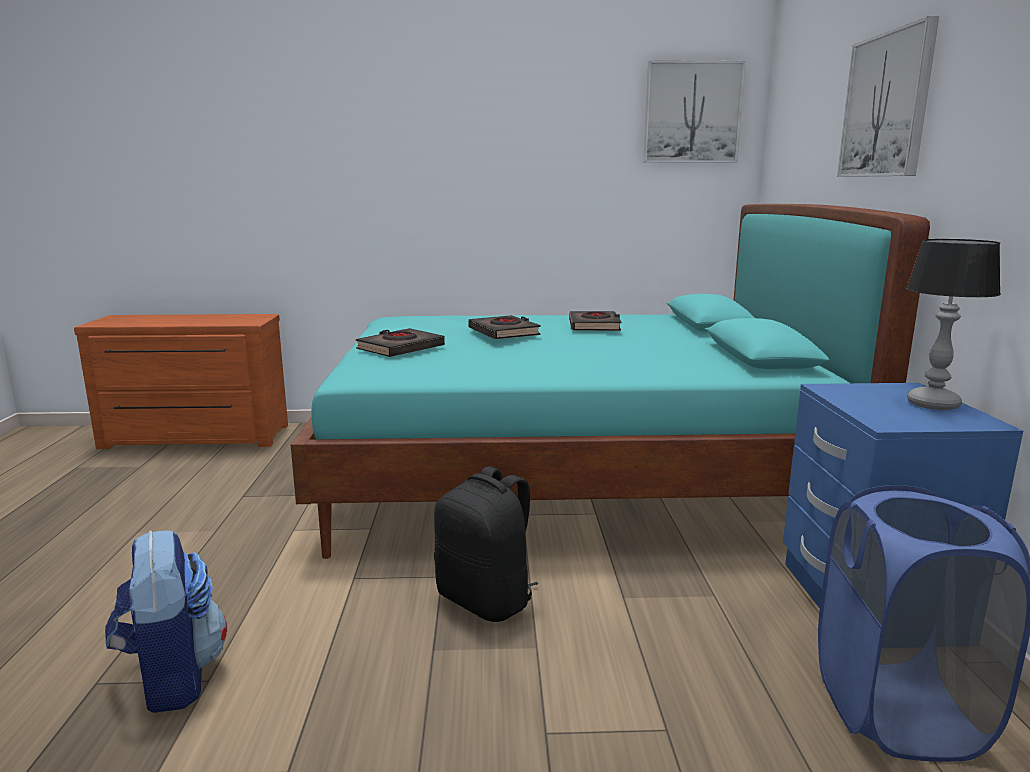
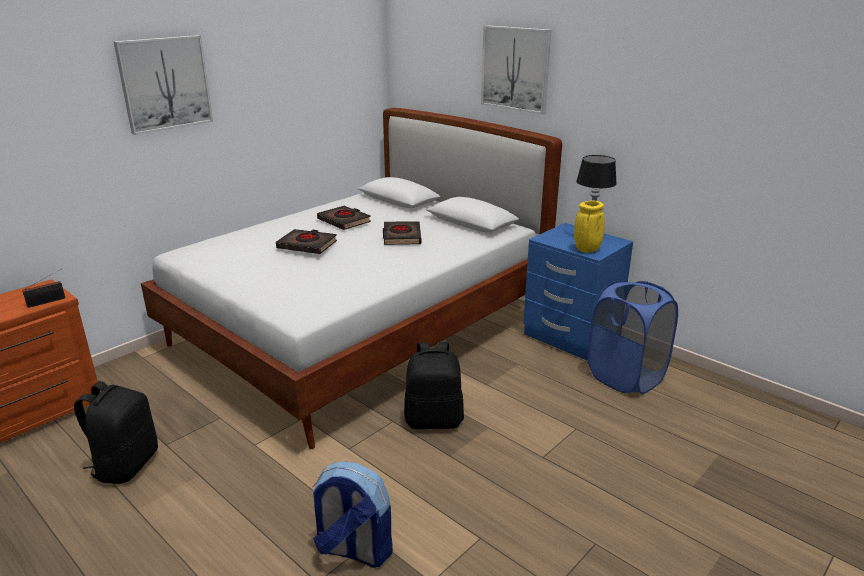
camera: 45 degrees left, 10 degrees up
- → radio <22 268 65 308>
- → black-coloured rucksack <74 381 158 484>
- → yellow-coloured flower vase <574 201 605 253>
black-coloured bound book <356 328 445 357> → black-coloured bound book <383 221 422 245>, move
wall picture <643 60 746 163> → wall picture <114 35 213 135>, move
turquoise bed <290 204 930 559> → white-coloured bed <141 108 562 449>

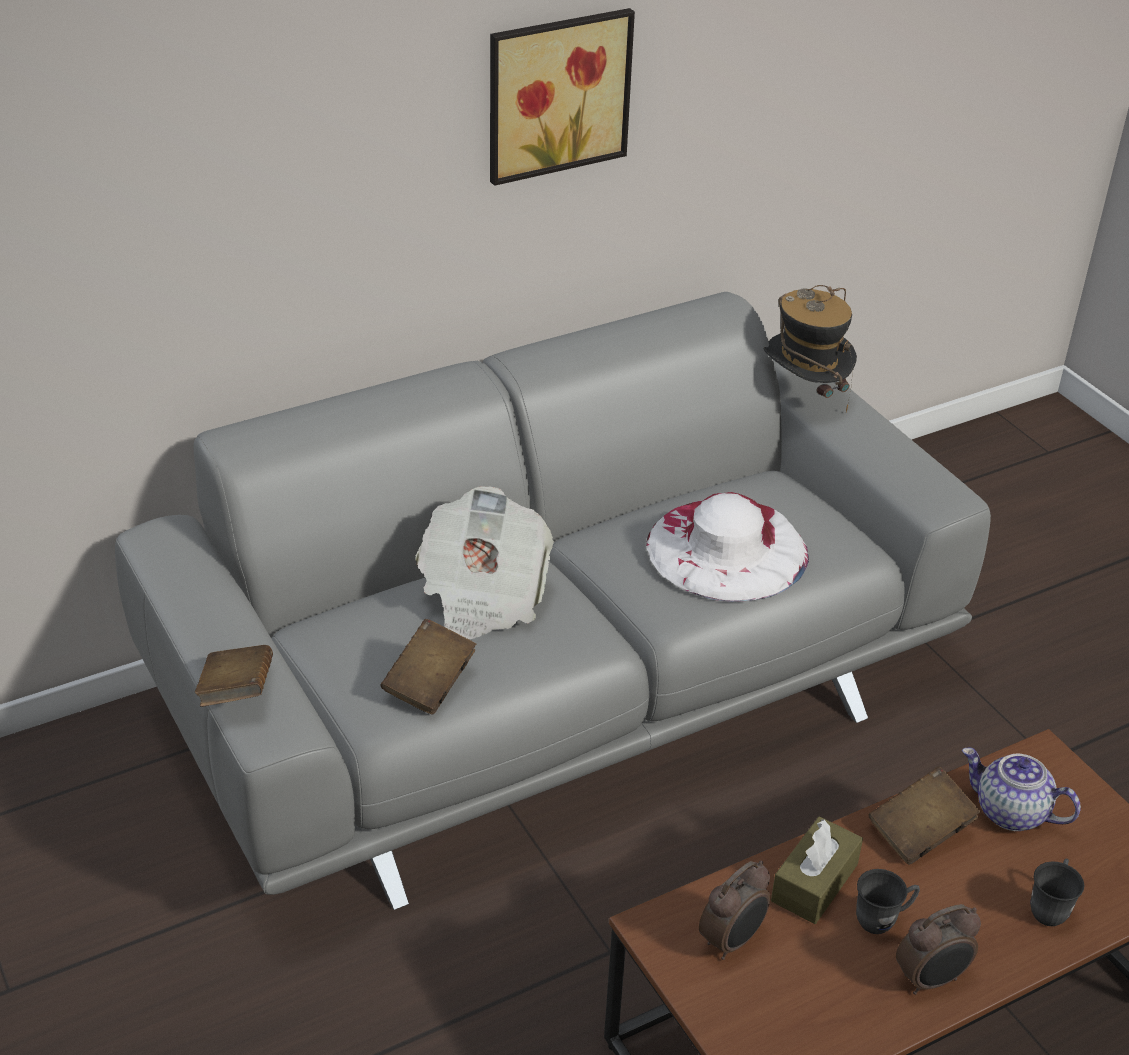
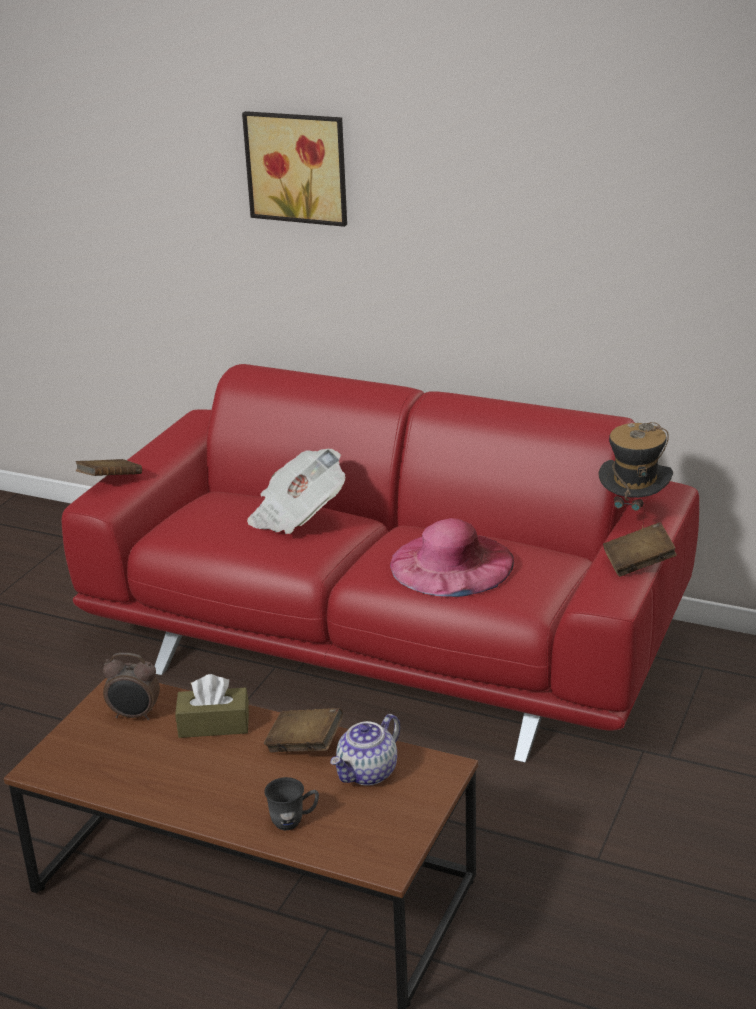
camera: 55 degrees right, 10 degrees down
grey coffee mug <856 869 920 934> → -
table clock <896 904 981 995> → -
brown-coloured bound book <381 619 476 714> → brown-coloured bound book <603 522 677 577>, move
wall picture <490 8 635 186> → wall picture <242 111 347 227>, move
grey couch <115 292 991 910> → red couch <62 364 699 763>
white-coloured hat <646 492 809 602> → pinkish hat <390 518 514 597>
teapot <962 747 1081 831> → teapot <330 714 400 786>, 135 degrees counterclockwise

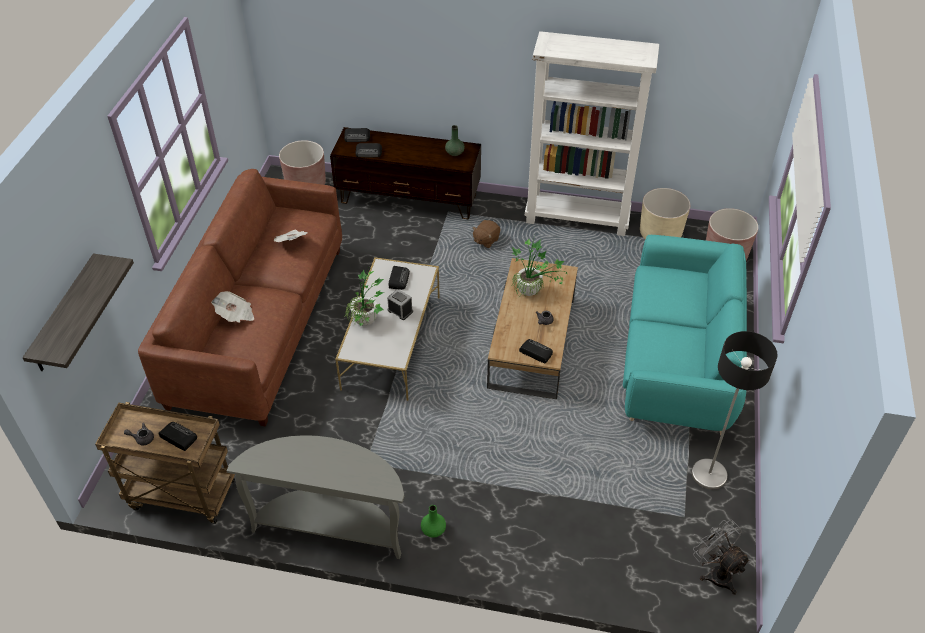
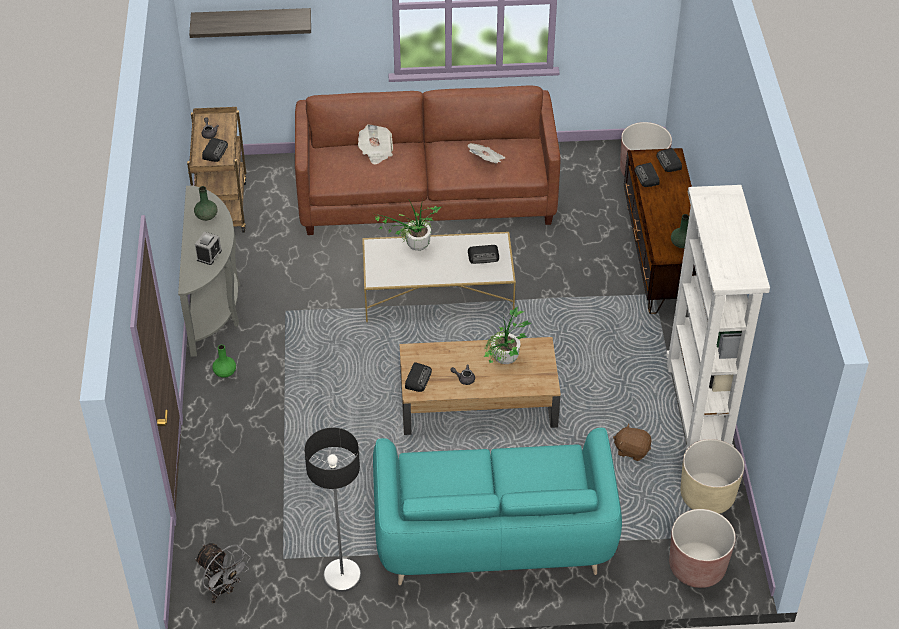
camera: 75 degrees right, 0 degrees up
- → green-coloured flower vase <194 186 218 221>
table clock <387 289 413 320> → table clock <195 232 222 265>, move
brown-coloured plush toy <472 220 500 248> → brown-coloured plush toy <613 423 652 461>, move
grey cooling fan <693 520 750 595> → grey cooling fan <195 543 251 603>, 90 degrees clockwise

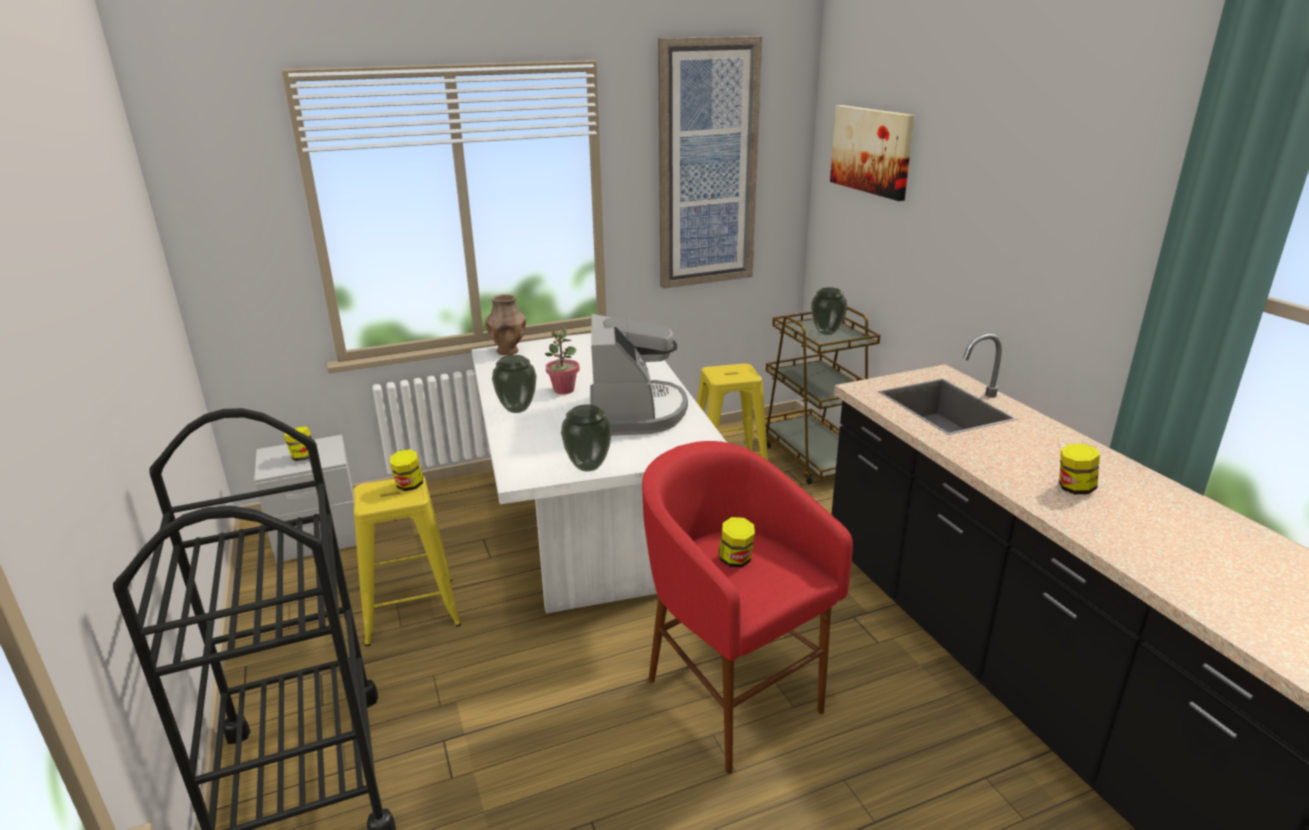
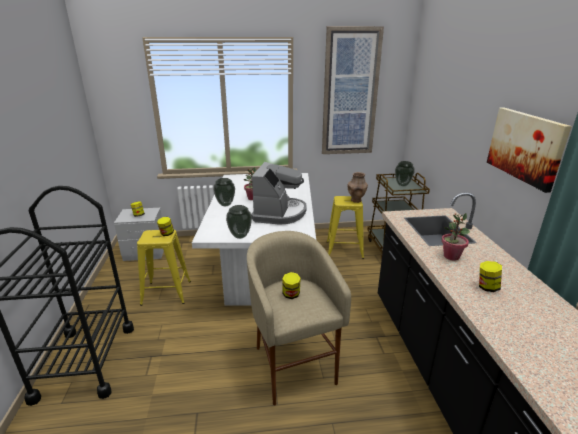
camera: 15 degrees right, 0 degrees up
- → plant in a pot <441 213 470 261>
brown-coloured flower vase <485 294 526 355> → brown-coloured flower vase <347 172 368 203>, move
wall picture <830 105 915 201> → wall picture <487 107 572 193>, move
red stool <642 441 853 774> → beige stool <247 231 351 406>

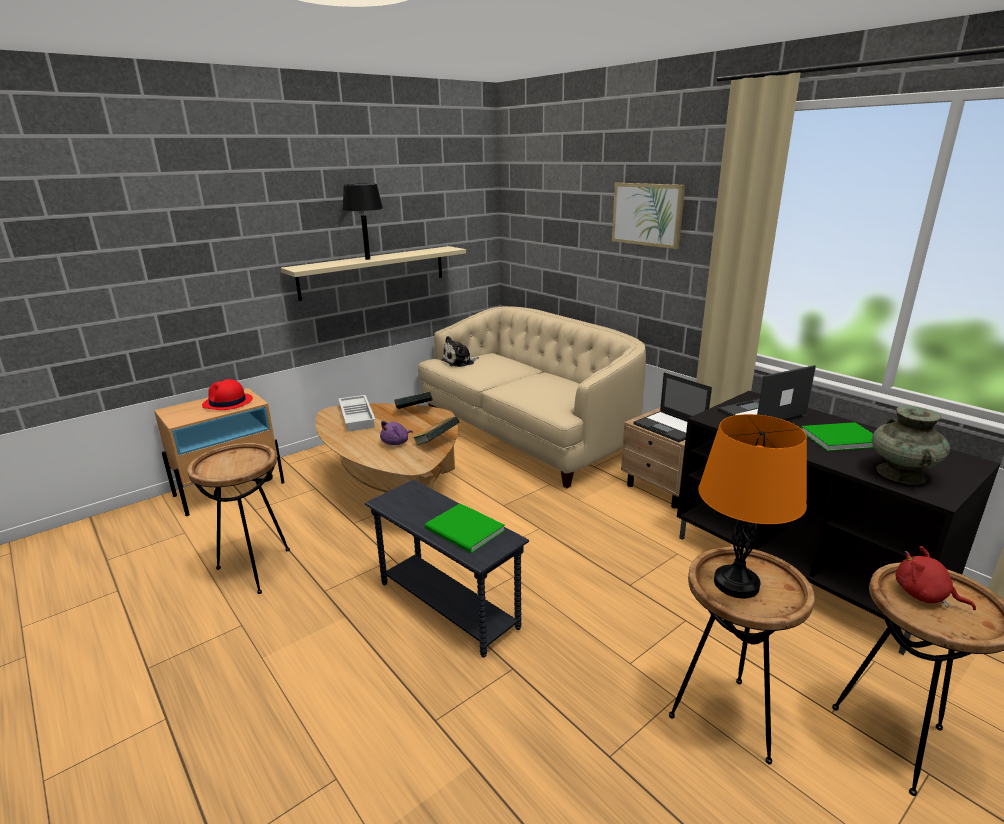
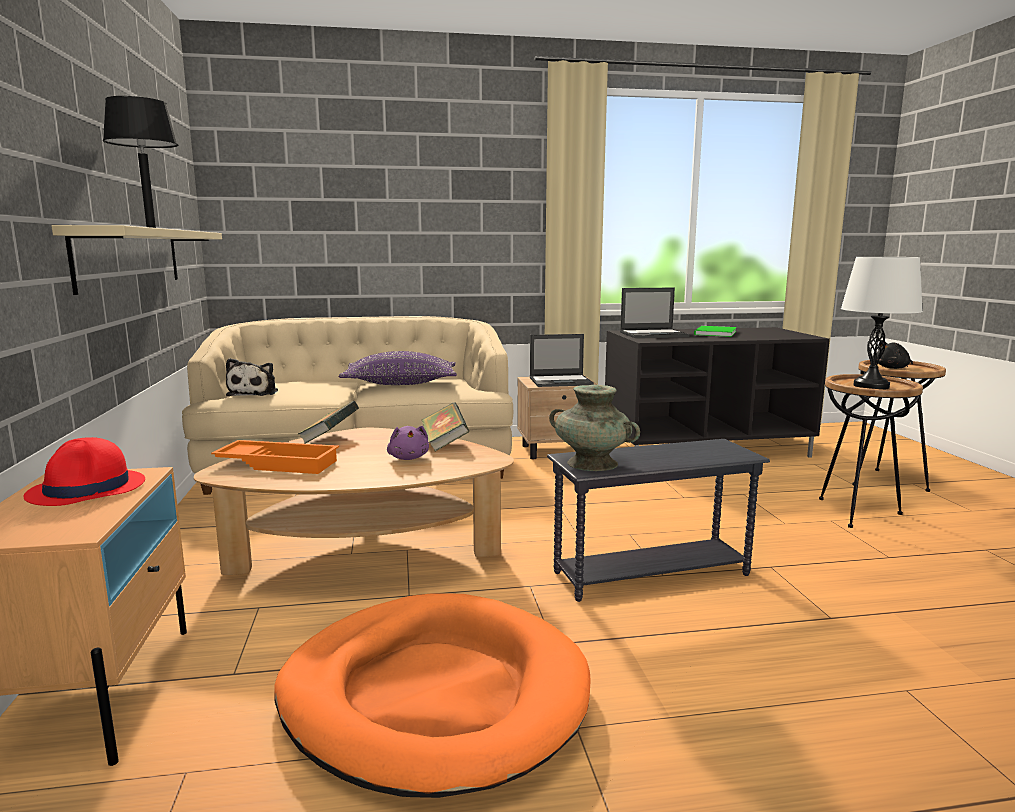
camera: 60 degrees left, 10 degrees down
green-coloured bound book <425 503 505 553> → -
wall picture <612 183 685 249> → -
- → purple-coloured throw pillow <339 351 457 385>
turquoise flower vase <872 406 950 485> → turquoise flower vase <549 385 640 471>, move
brown-coloured side table <187 443 290 594> → orange-coloured dog bed <274 593 591 798>
white-coloured serving tray <338 395 376 432> → orange-coloured serving tray <211 440 339 474>
orange-coloured lamp for a table <698 414 807 598> → white-coloured lamp for a table <841 257 923 389>
red plush toy <895 546 976 610> → black-coloured plush toy <877 340 913 369>
portable computer <718 365 816 422> → portable computer <620 287 690 338>, 105 degrees counterclockwise

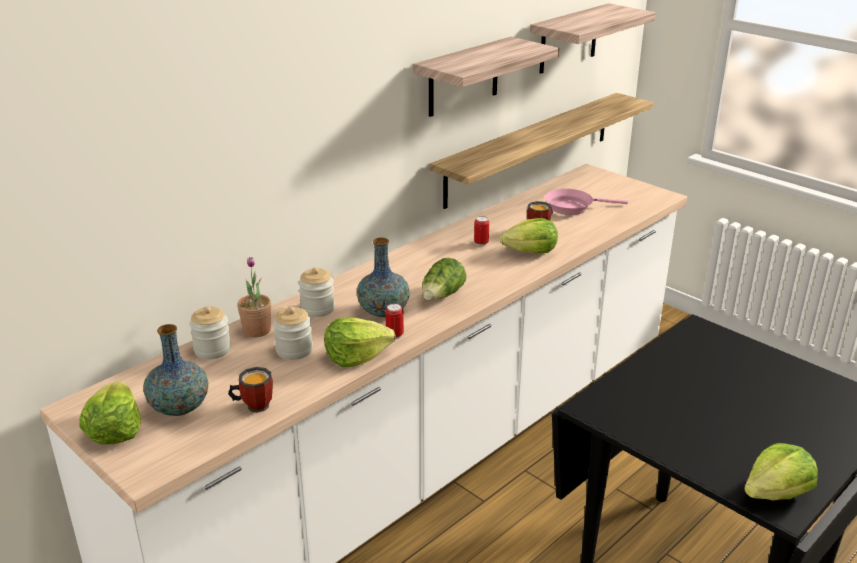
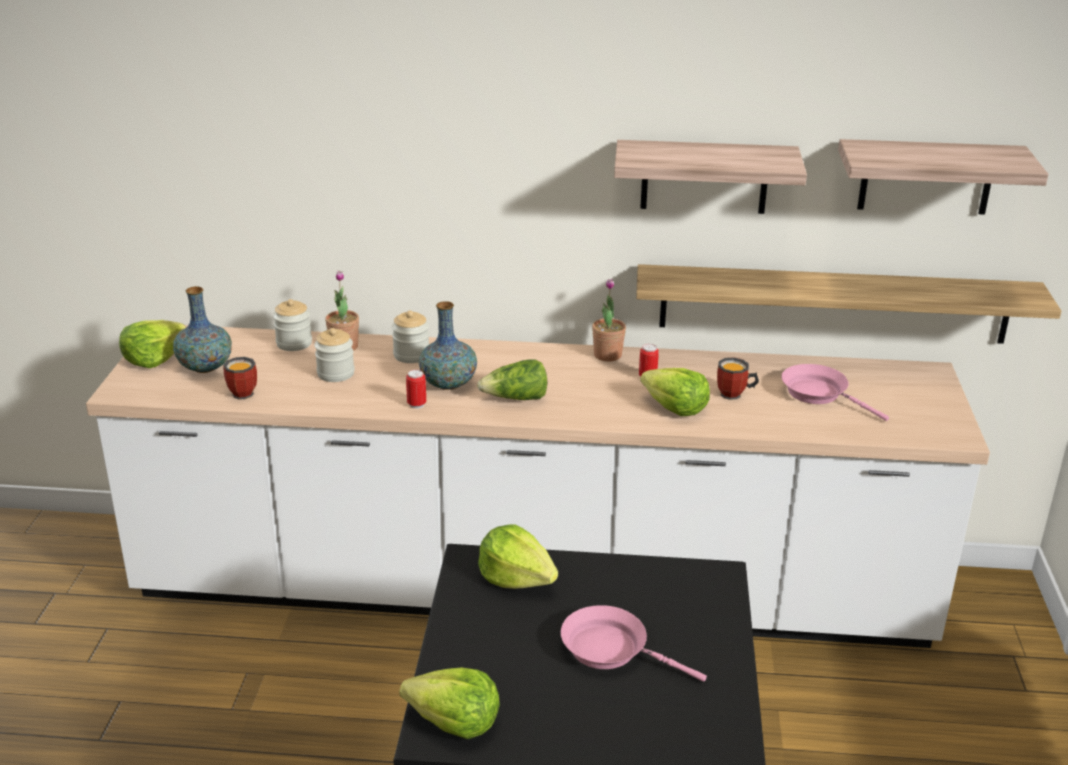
camera: 50 degrees right, 0 degrees up
- → pinkish pan <561 605 707 681>
- → plant in a pot <592 279 626 362>
lettuce <324 318 395 367> → lettuce <478 525 558 589>, move

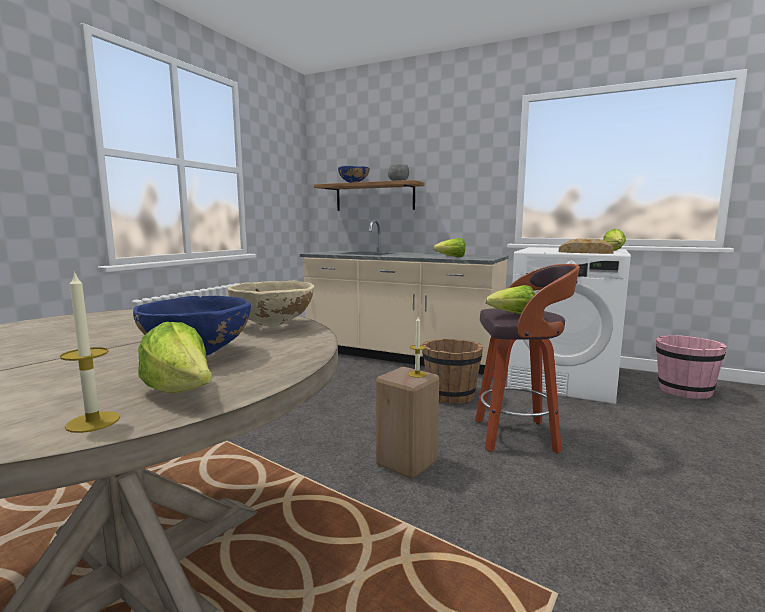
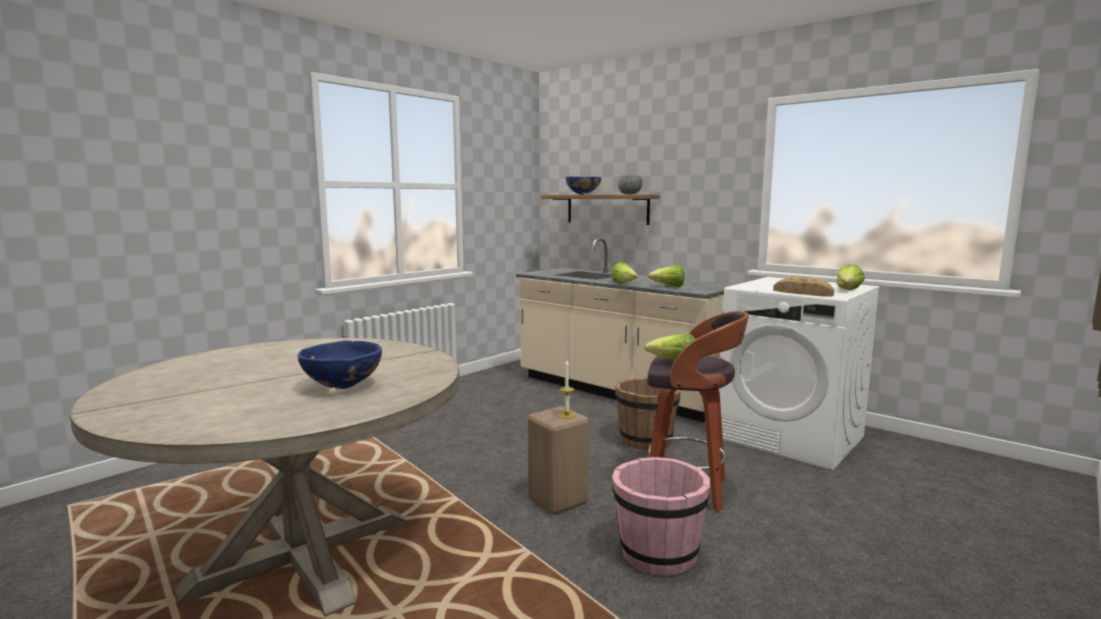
camera: 15 degrees right, 0 degrees up
wax candle <60 271 120 433> → -
beige serving bowl <227 281 314 327> → -
lettuce <138 322 212 393> → lettuce <611 262 638 283>, move
pinkish pail <656 335 727 399> → pinkish pail <612 457 710 576>, move

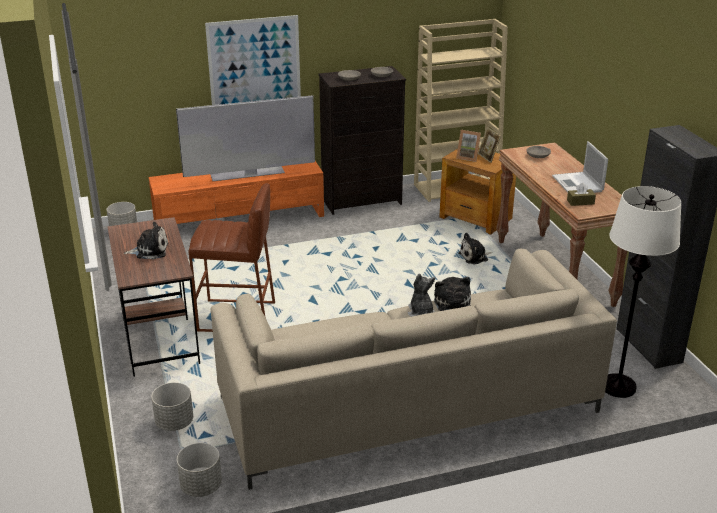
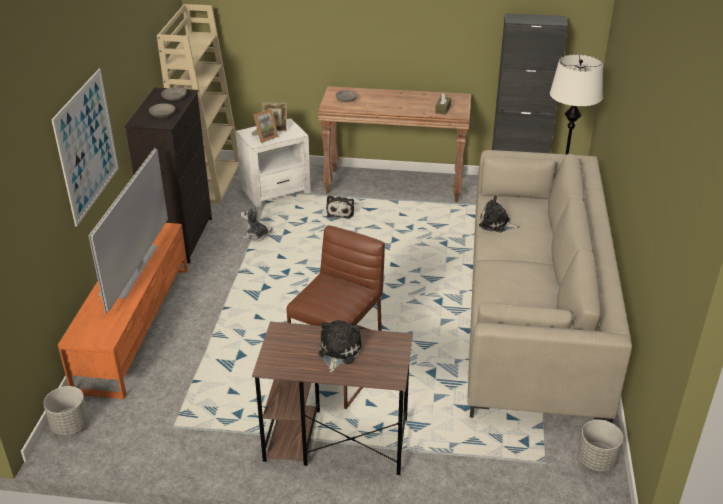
camera: 65 degrees left, 5 degrees up
grey plant pot <151 382 193 431> → -
portable computer <552 141 608 193> → -
plush toy <408 274 435 317> → plush toy <241 205 272 242>, move
brown-coloured side table <439 148 516 235> → white-coloured side table <236 118 311 207>

